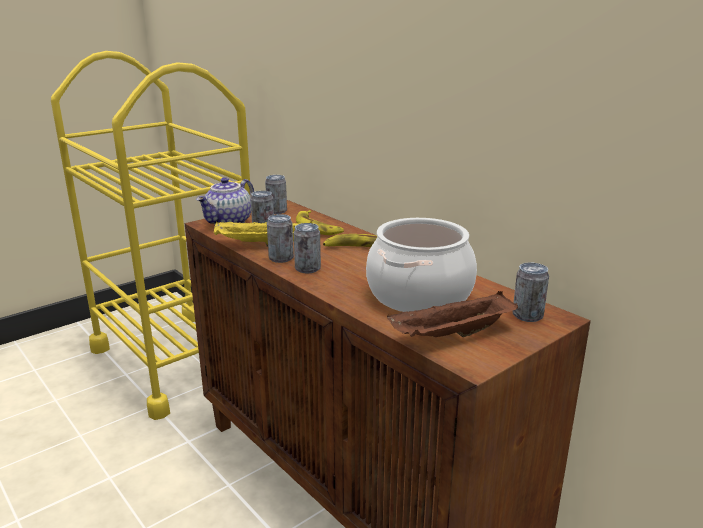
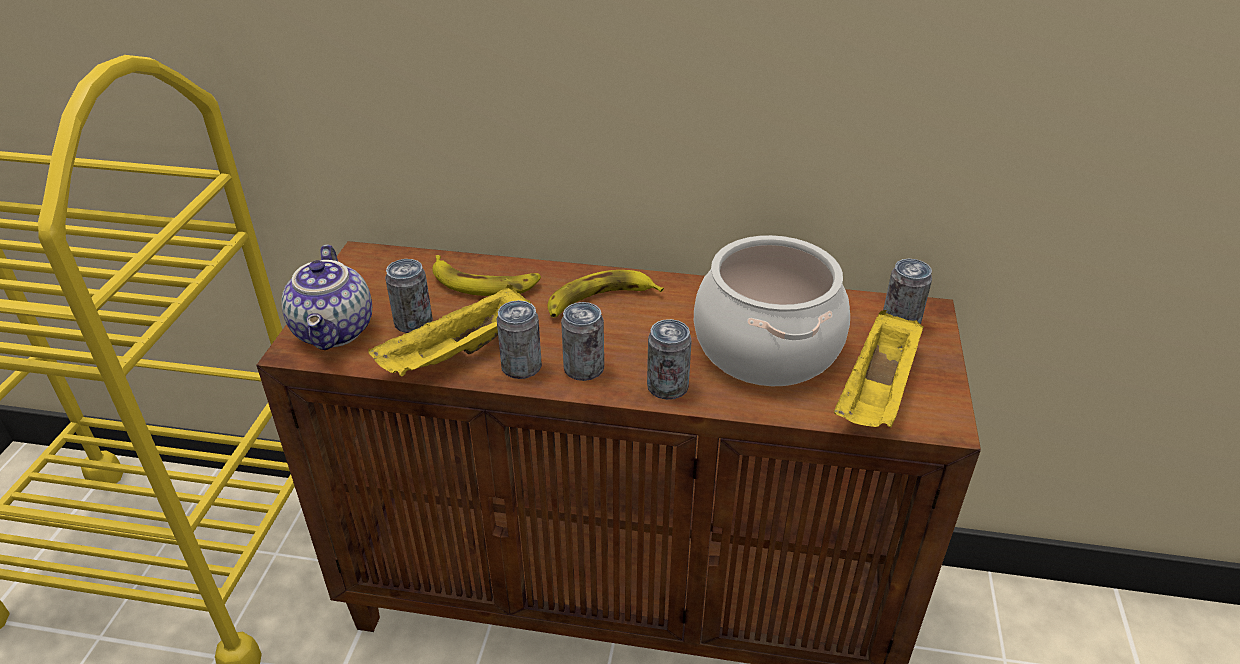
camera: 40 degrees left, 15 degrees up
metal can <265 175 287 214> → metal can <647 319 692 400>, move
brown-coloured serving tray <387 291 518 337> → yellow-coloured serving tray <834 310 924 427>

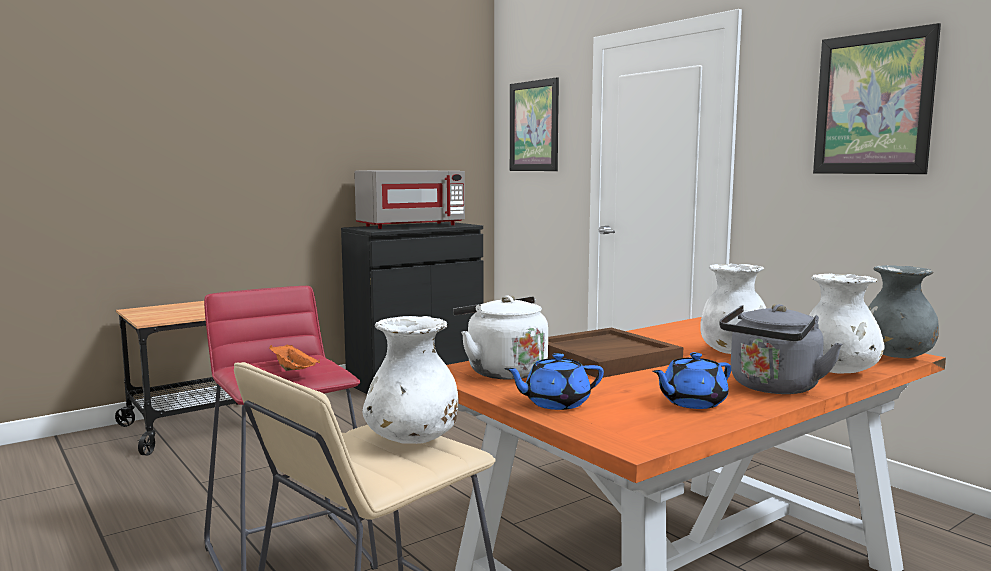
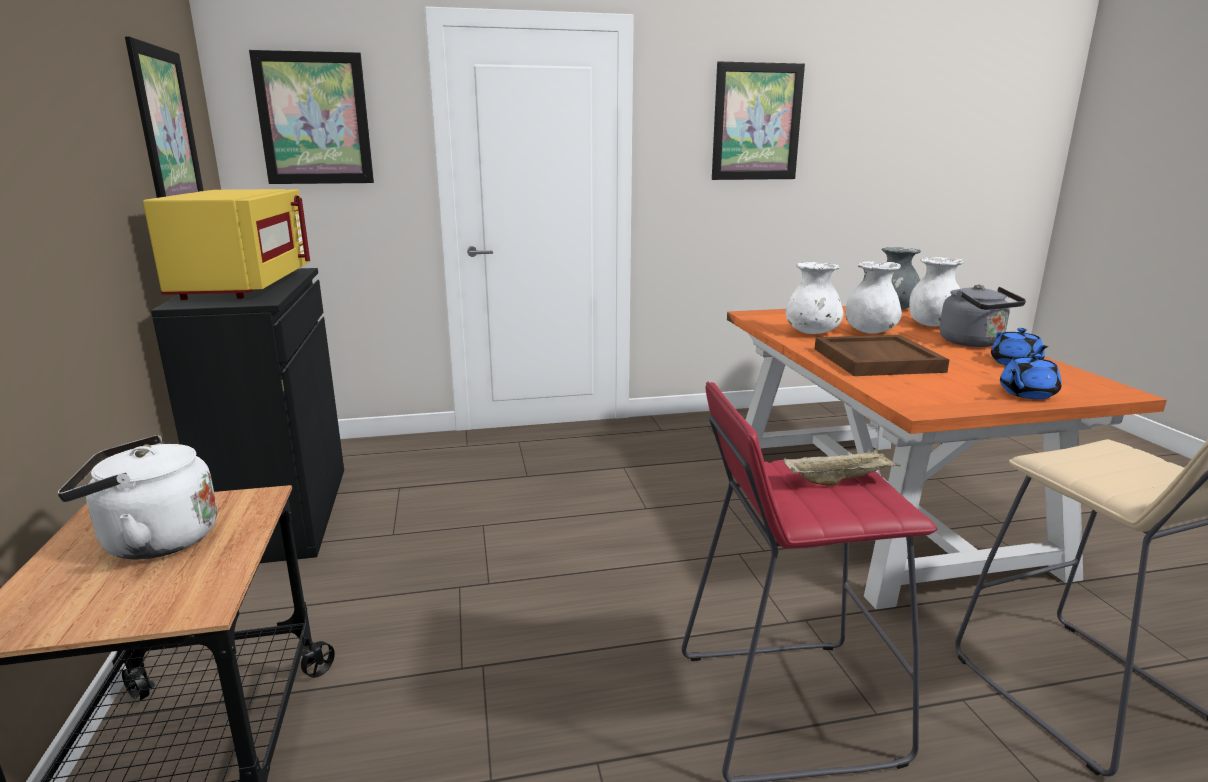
camera: 65 degrees left, 10 degrees up
- → wall picture <125 36 204 198>
white-coloured flower vase <362 316 459 444> → white-coloured flower vase <786 262 844 334>, move
white-coloured kettle <453 295 548 379> → white-coloured kettle <57 435 217 559>, move
orange-coloured serving tray <269 344 320 371> → beige serving tray <783 448 901 486>
grey microwave <354 170 465 229> → yellow-coloured microwave <143 189 310 300>
bluish teapot <504 353 604 410> → bluish teapot <1000 353 1062 399>, 45 degrees clockwise

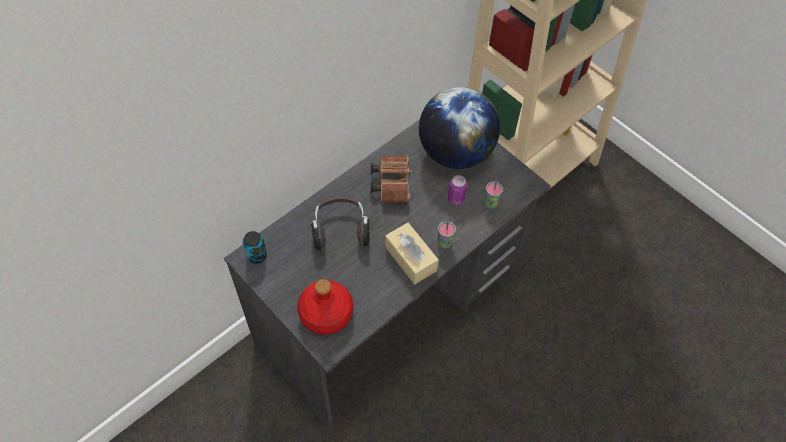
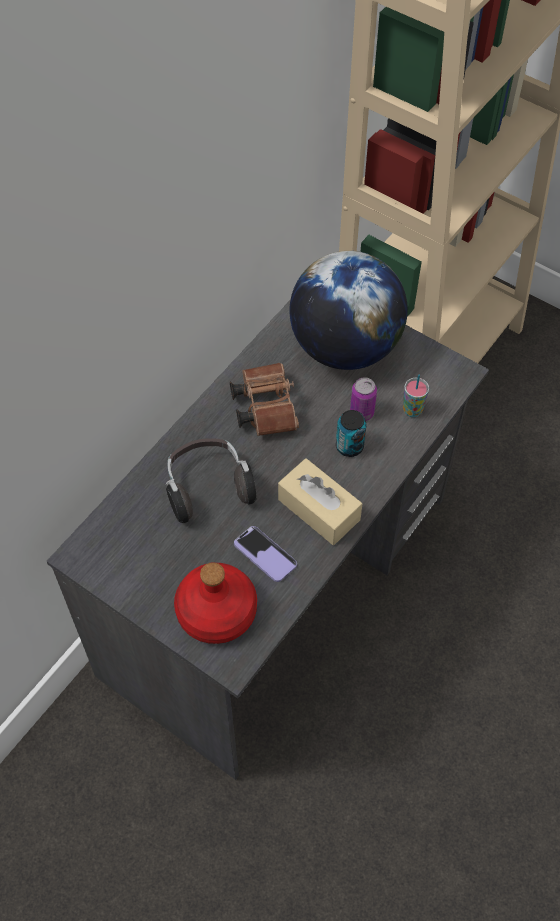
camera: 10 degrees left, 0 degrees up
cup <438 221 456 249> → -
- → phone <234 526 297 582>
metal can <243 231 267 264> → metal can <336 410 366 457>, move

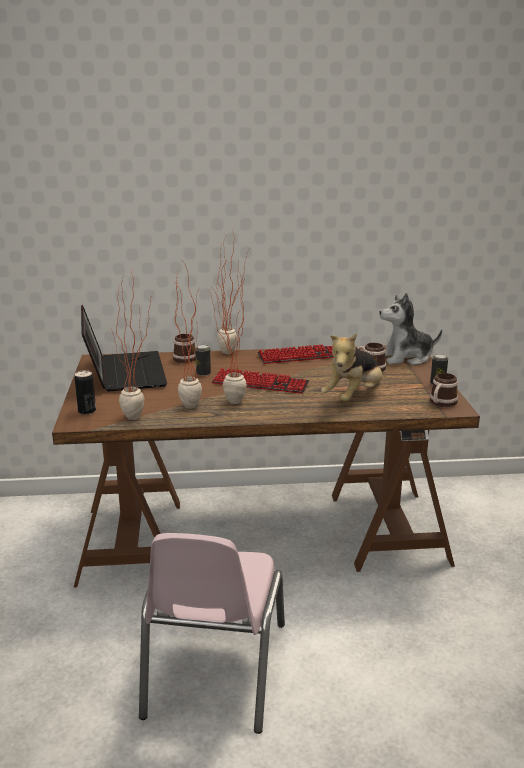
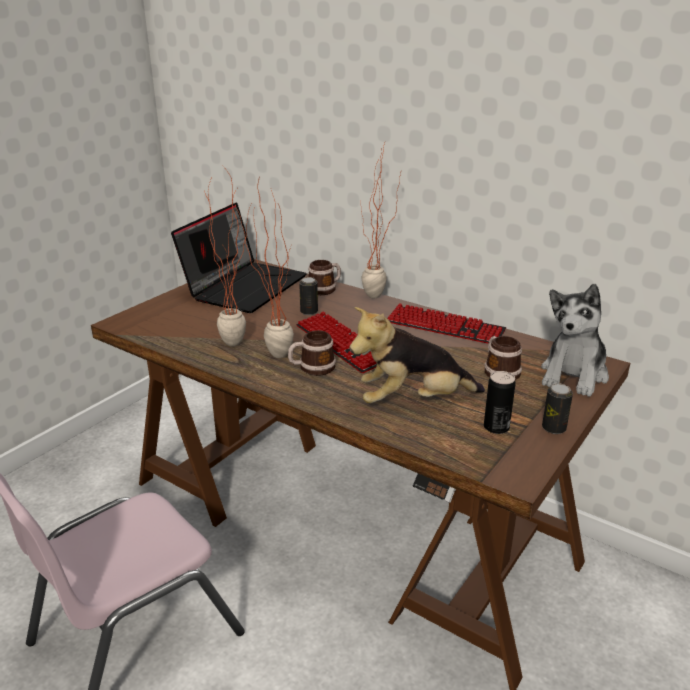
camera: 40 degrees right, 5 degrees up
plant in a pot <111 270 153 420> → -
metal can <75 370 96 414> → metal can <484 371 516 434>, move
coffee mug <430 373 458 407> → coffee mug <288 330 336 376>, move
plush toy <379 293 442 365> → plush toy <541 284 609 397>, 90 degrees counterclockwise

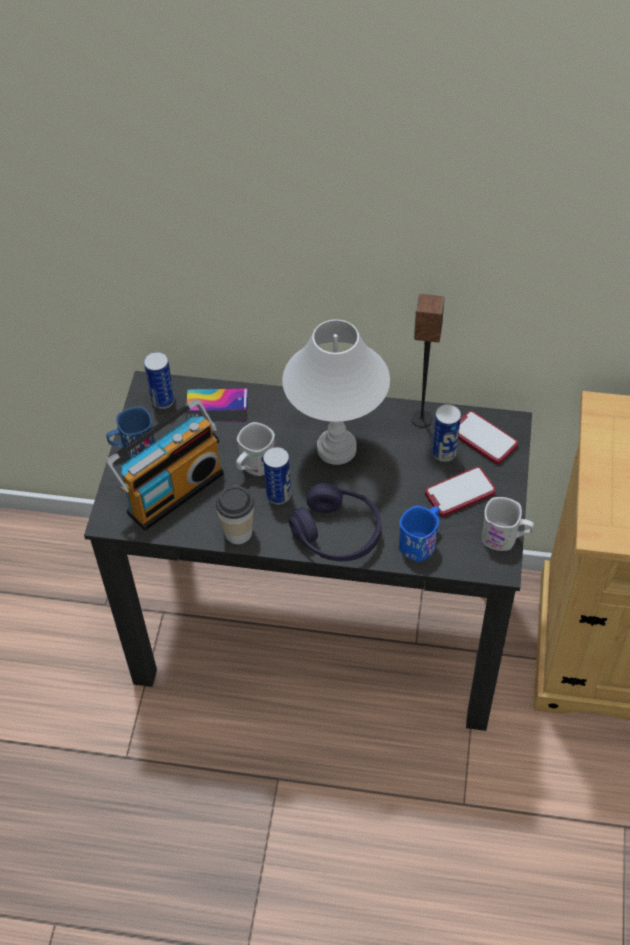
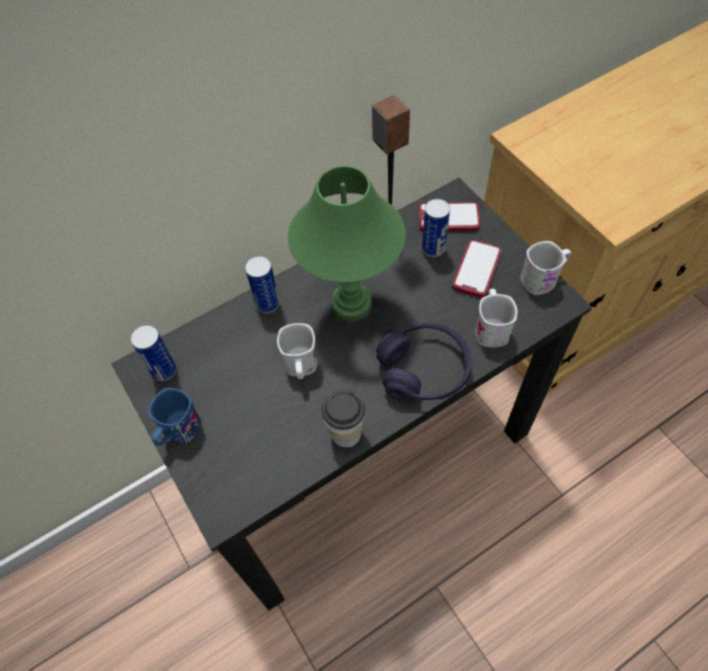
camera: 40 degrees left, 5 degrees up
radio <105 400 224 531> → -
phone <185 388 248 422> → -
metal can <263 447 291 505> → metal can <245 256 280 314>, move
white-coloured lamp for a table <282 319 390 465> → green-coloured lamp for a table <288 166 406 321>
bluish coffee mug <399 506 440 562> → white-coloured coffee mug <475 289 518 348>

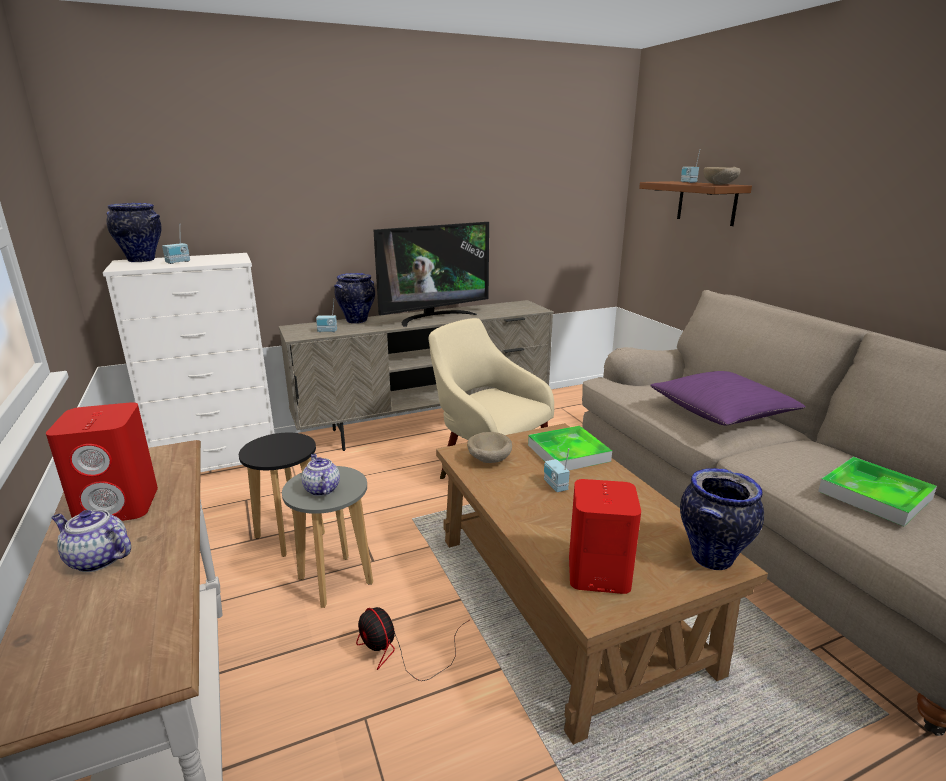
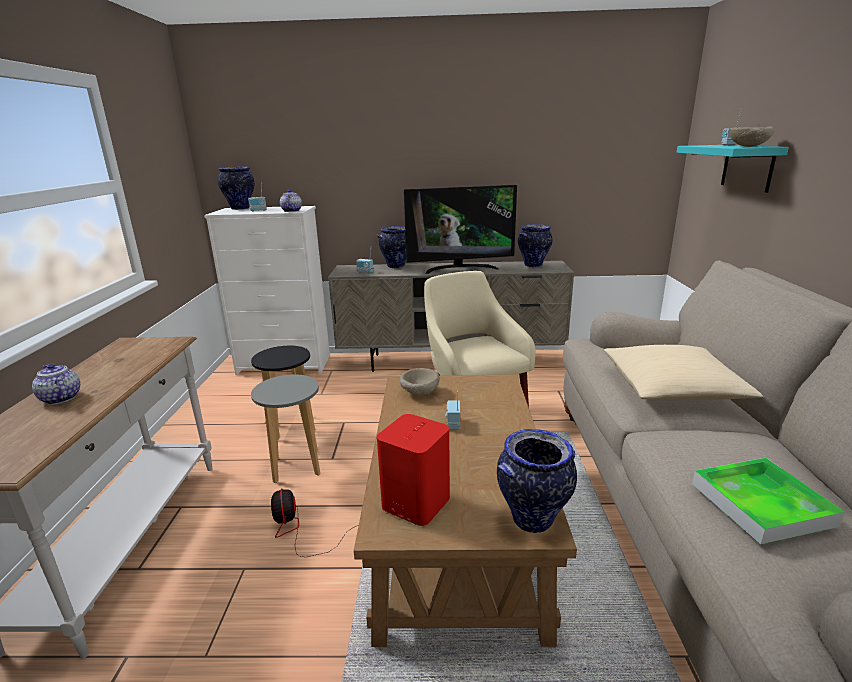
camera: 25 degrees right, 0 degrees up
red audio speaker <46 402 158 521> → -
serving tray <528 426 612 470> → -
- → flower vase <518 224 552 267>
teapot <302 454 340 496> → teapot <280 190 302 212>, move
brown-coloured shelf <639 181 752 226> → turquoise shelf <677 145 789 193>
purple-coloured throw pillow <650 371 806 425> → beige throw pillow <604 345 763 400>

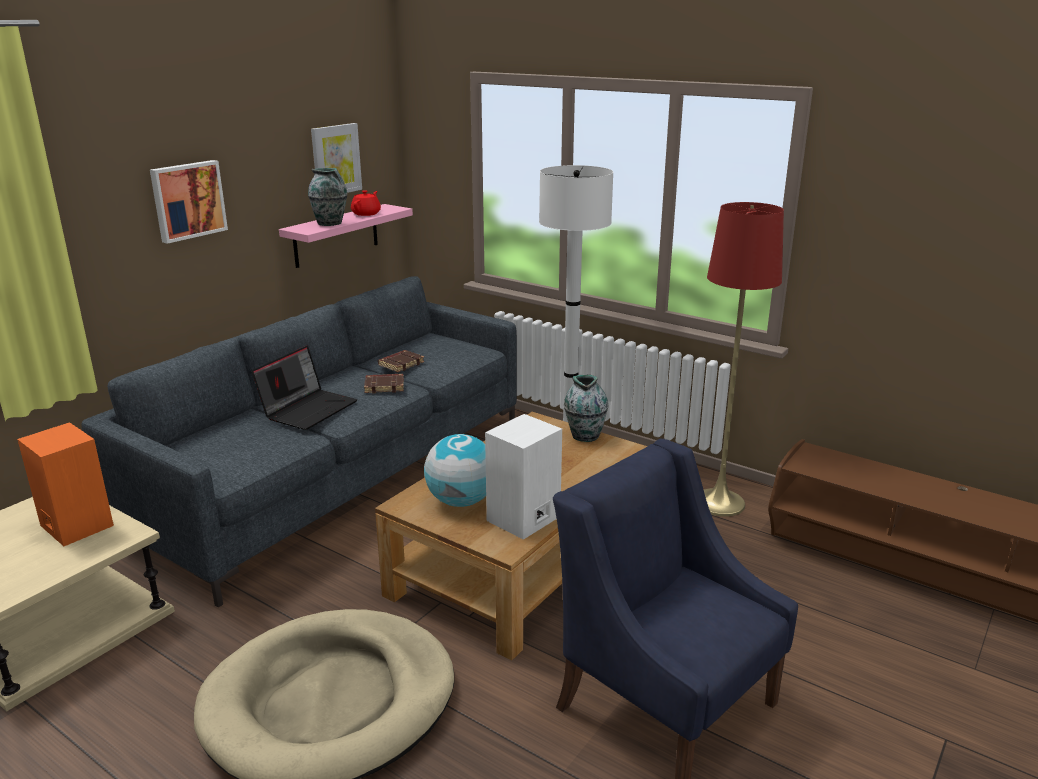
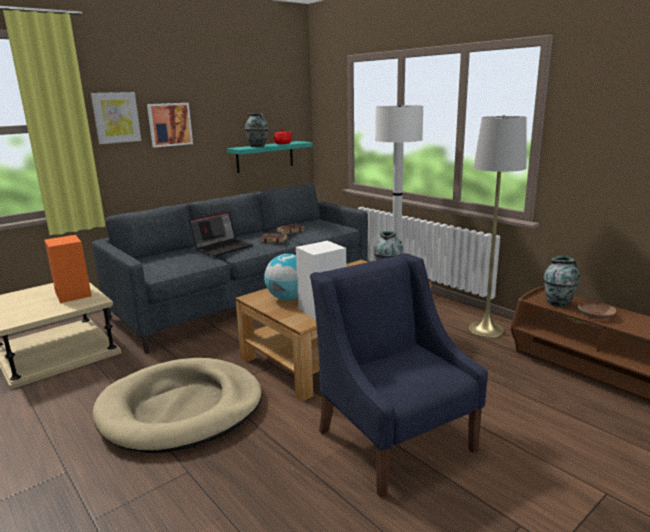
camera: 15 degrees right, 5 degrees down
- → flower vase <543 255 580 307>
- → brown-coloured serving bowl <578 301 616 319>
wall picture <311 123 362 193> → wall picture <91 92 141 144>, move
pinkish shelf <279 204 413 268> → turquoise shelf <227 141 313 173>
red standard lamp <704 202 784 517> → grey standard lamp <468 115 527 338>

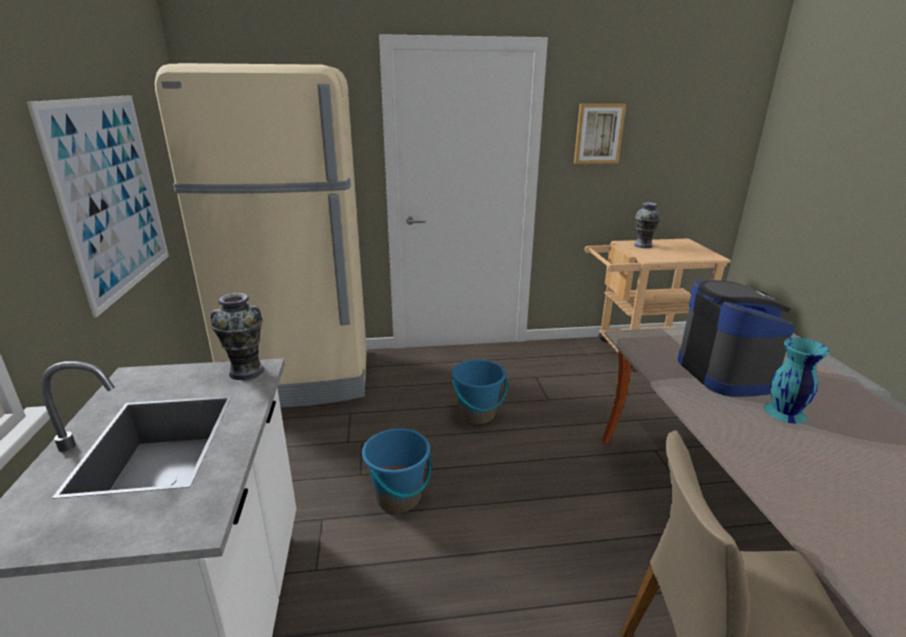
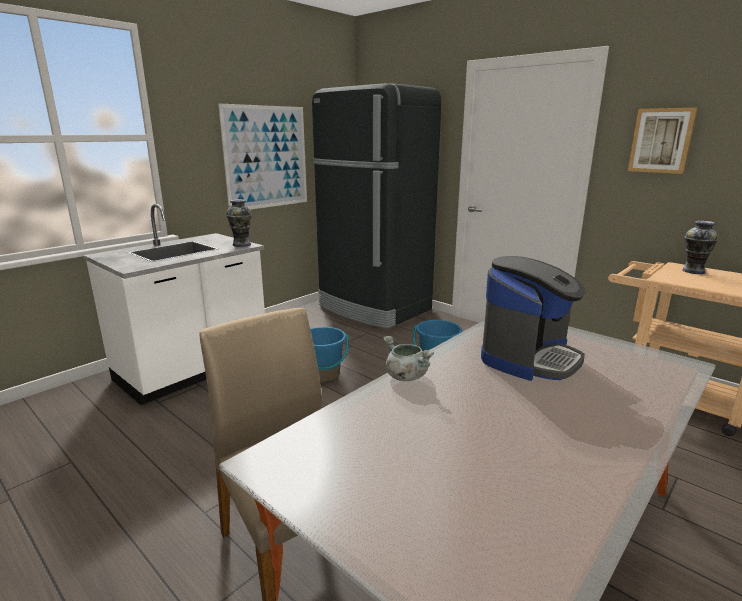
camera: 50 degrees right, 5 degrees down
turquoise flower vase <764 338 830 424> → -
- → grey cooking pot <383 336 434 381>
beige fridge <155 63 367 408> → black-coloured fridge <312 83 441 329>

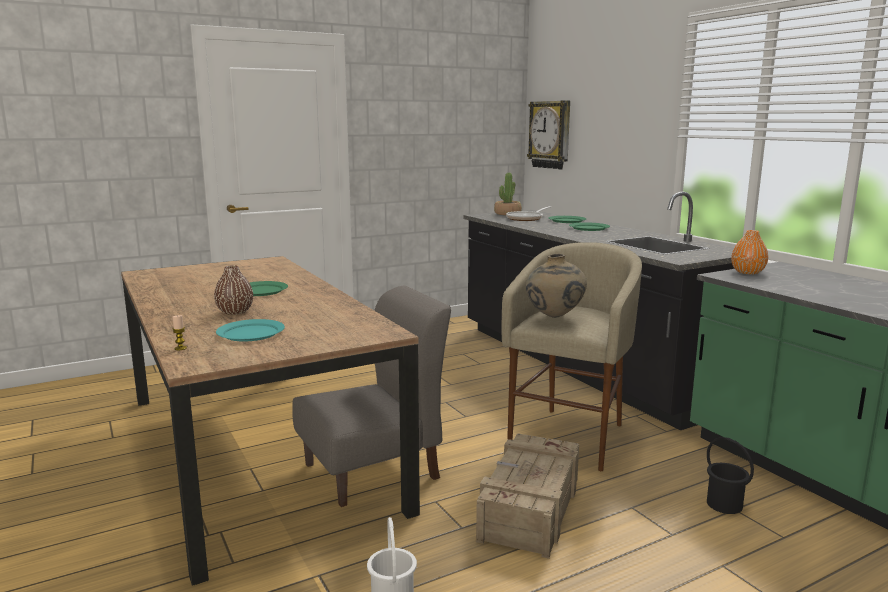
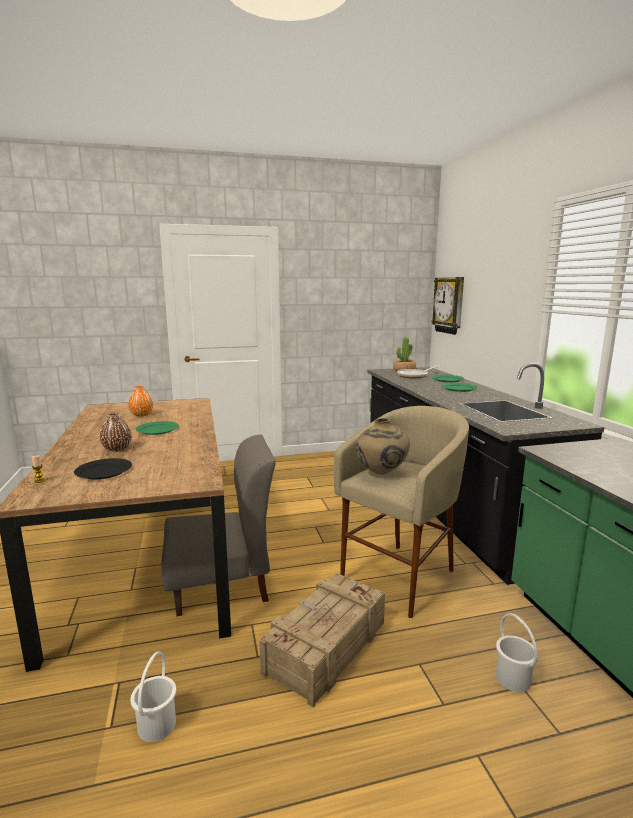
camera: 15 degrees right, 0 degrees up
orange-coloured flower vase <731 230 768 274> → orange-coloured flower vase <129 386 153 416>, move
turquoise flat dish <216 319 285 342> → black-coloured flat dish <74 458 132 479>
black-coloured pail <707 437 754 514> → white-coloured pail <496 613 538 692>

